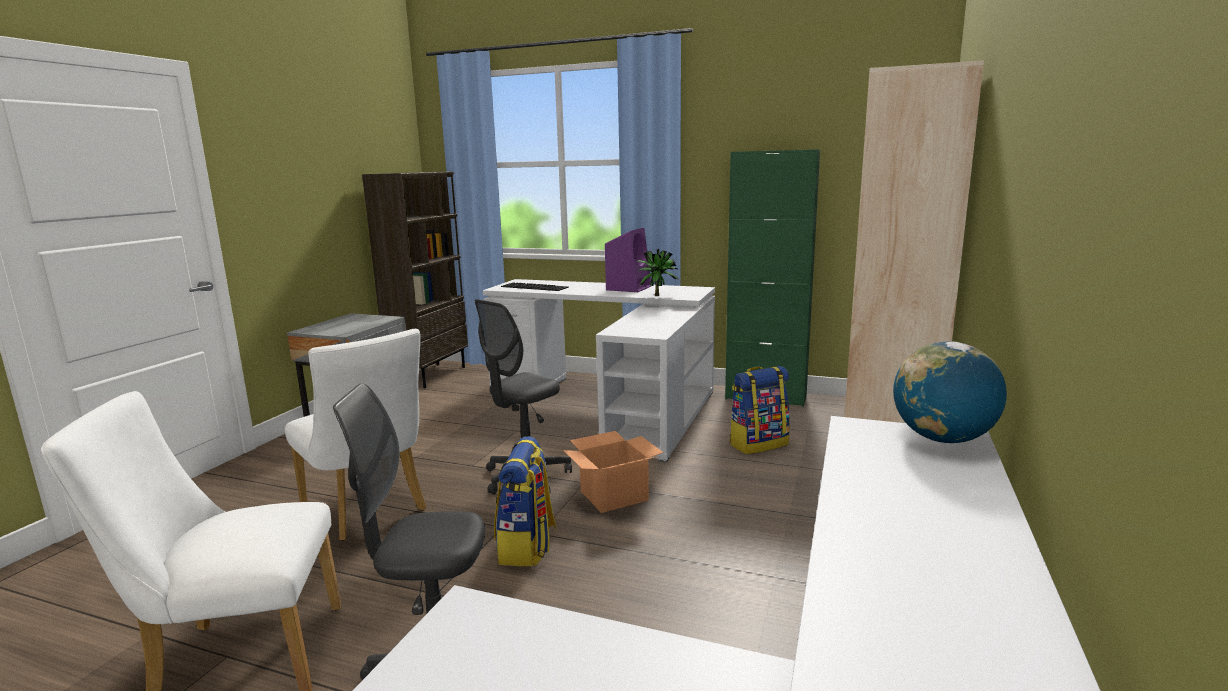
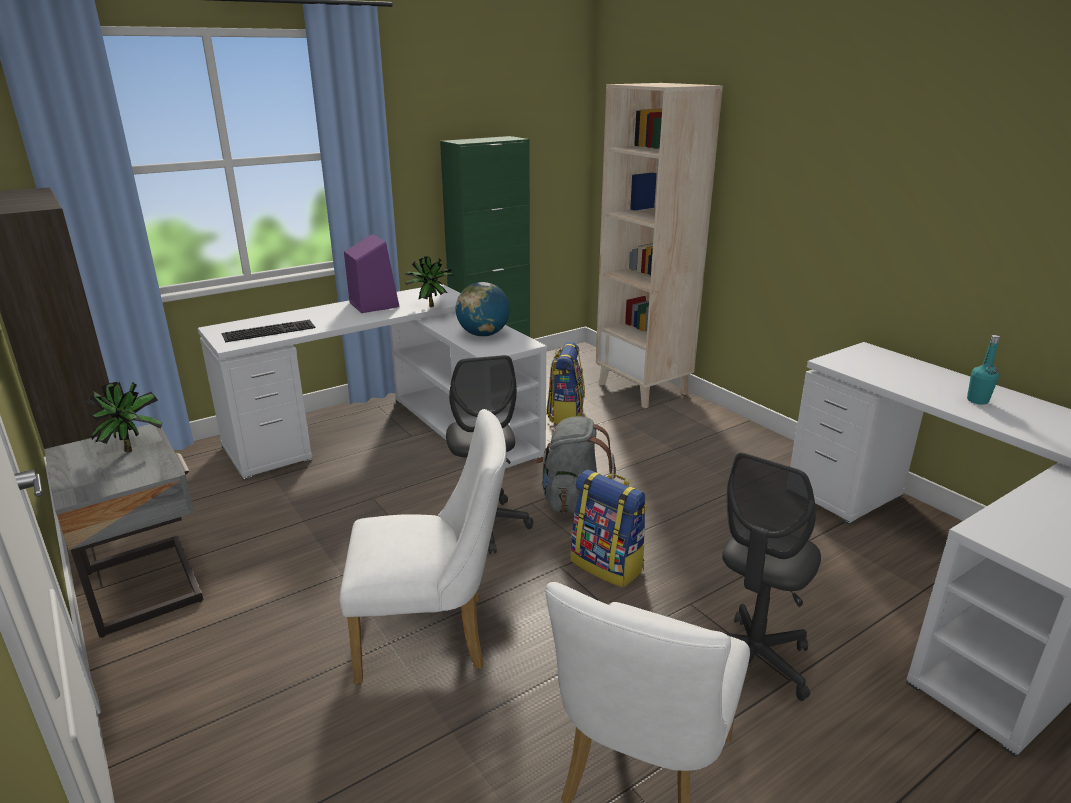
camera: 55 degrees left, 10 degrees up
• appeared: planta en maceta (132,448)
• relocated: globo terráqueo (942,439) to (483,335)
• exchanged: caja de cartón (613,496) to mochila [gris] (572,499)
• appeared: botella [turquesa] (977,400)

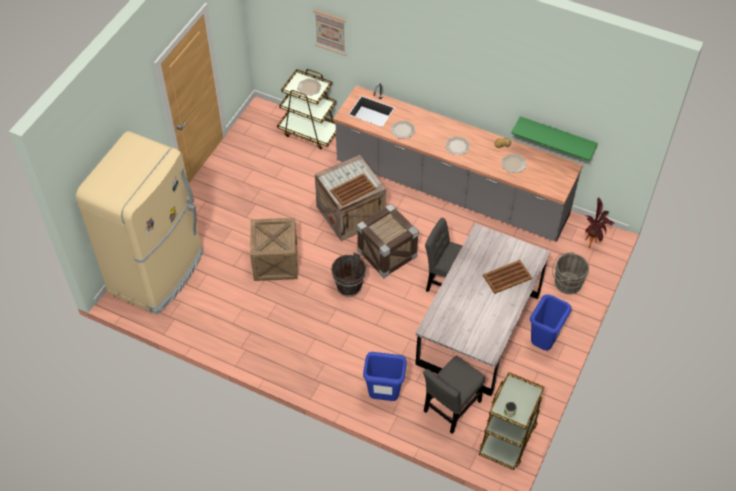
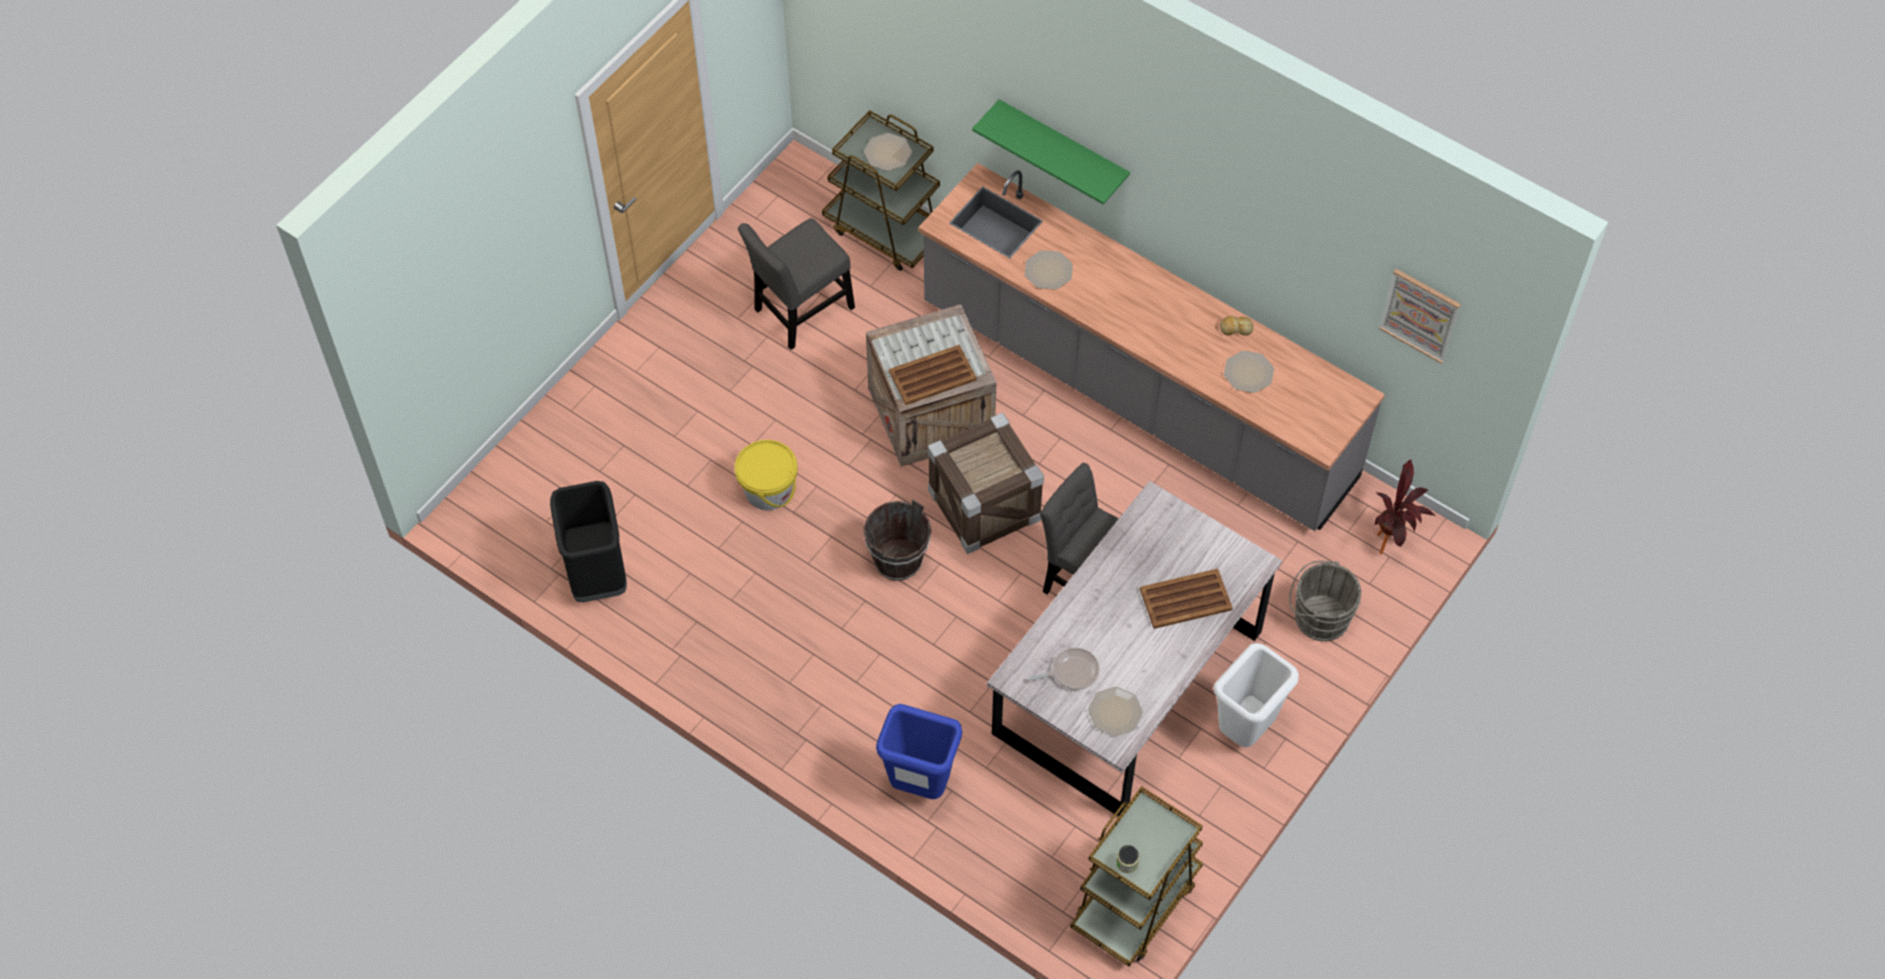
camera: 10 degrees right, 5 degrees up
• appeared: papelera [negro] (596,574)
• exchanged: caja de embalaje (275,262) to cubo [amarillo] (768,490)
• relocated: silla [gris] (450,409) to (800,312)
• relocated: estante [verde] (557,136) to (1063,148)
• appeared: sartén (1072,672)
• relocated: plato (457,146) to (1114,712)
• colour: papelera [azul] (543,343) to papelera [blanco] (1244,731)
• relocated: cuadro (330,32) to (1420,315)
• missing: nevera [beis] (158,272)

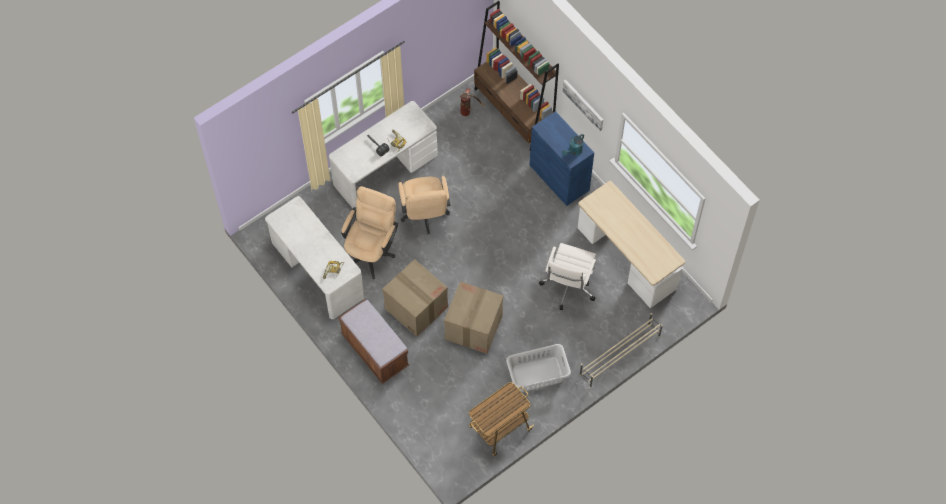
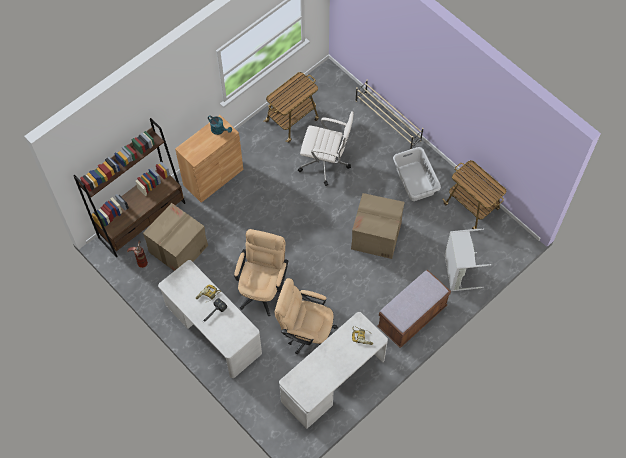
camera: 95 degrees left, 0 degrees up
• relocated: caja de cartón (416,307) to (178,249)
• colour: armario [azul] (559,177) to armario [marrón] (213,177)
• spun: silla de oficina [beis] (424,215) = (263,288) 60 degrees counterclockwise
• exchanged: escritorio (626,258) to carrito (292,120)
• appeared: cesto de la ropa [gris] (458,272)
• missing: cuadro (583,104)

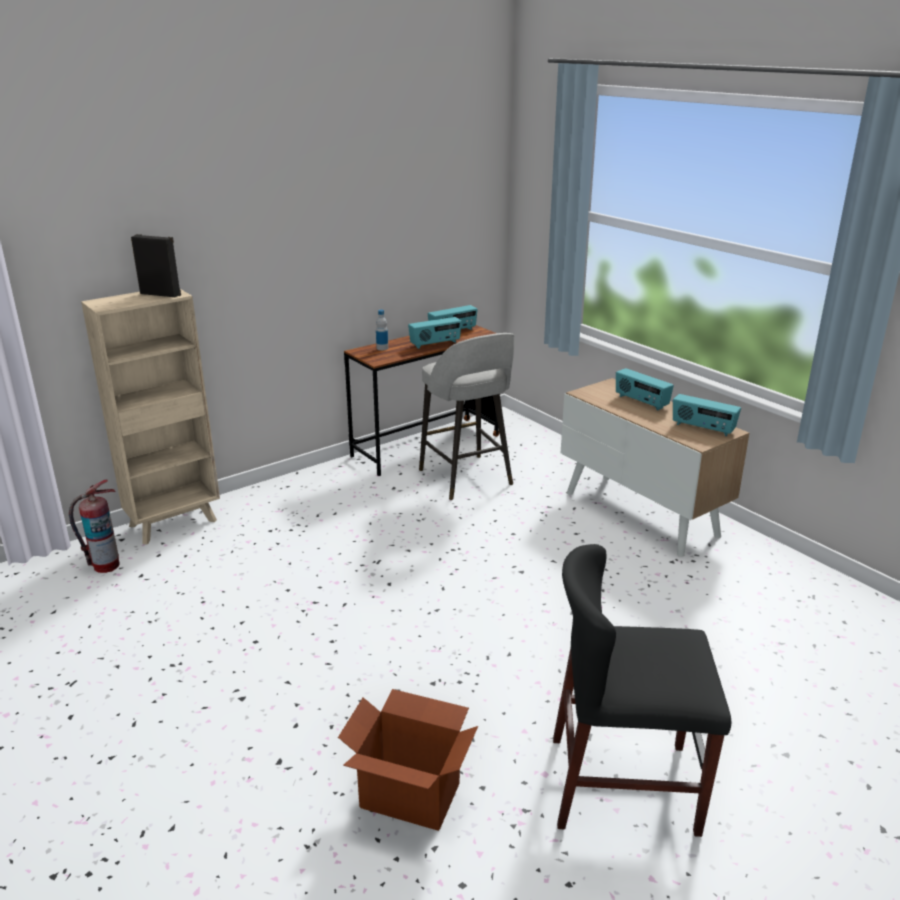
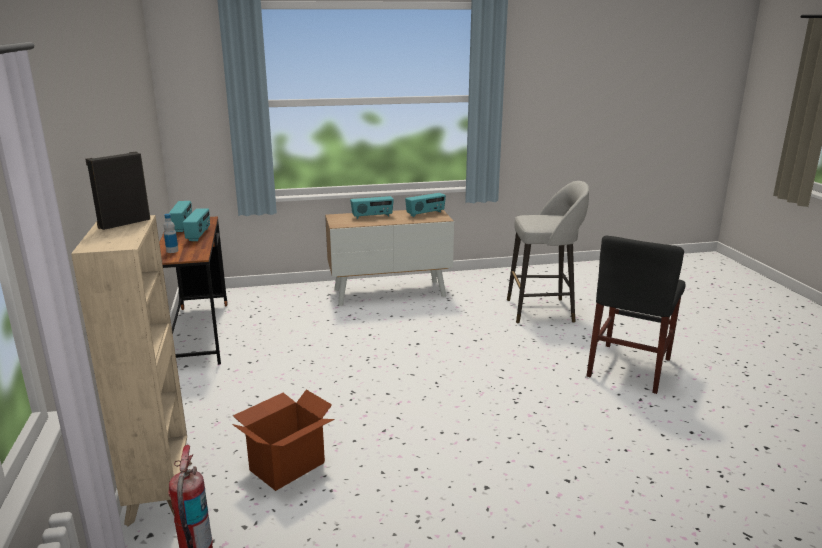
camera: 65 degrees left, 5 degrees down
• relocated: caja de cartón (410,794) to (286,466)
• relocated: taburete [gris] (466,478) to (542,311)

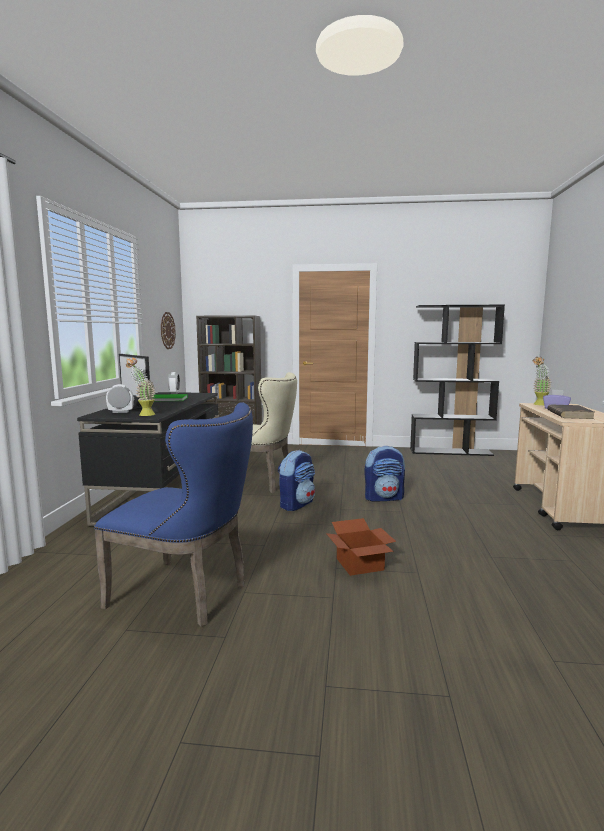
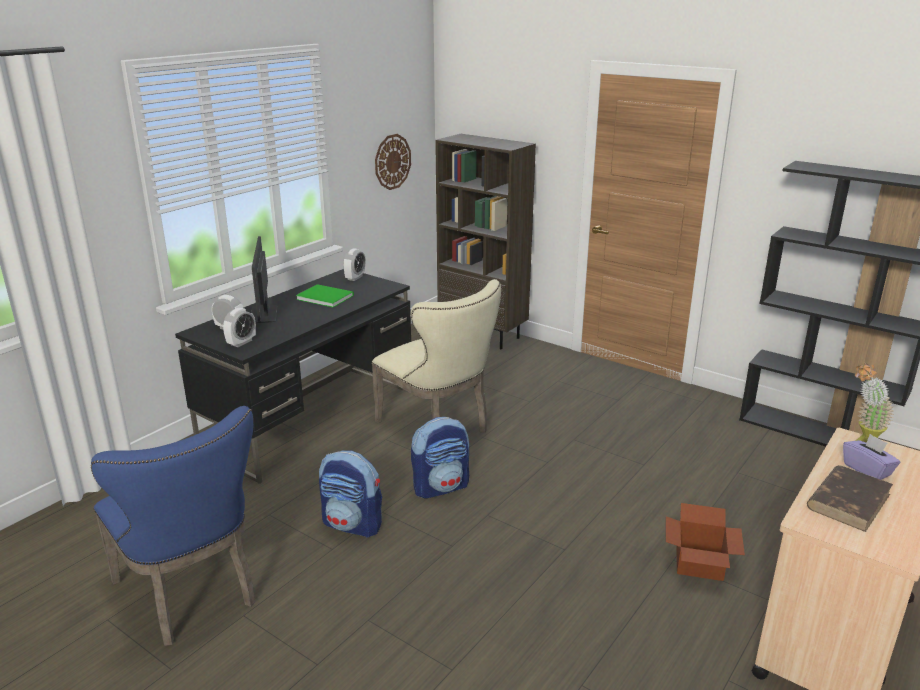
camera: 30 degrees right, 15 degrees up
• exchanged: planta en maceta (143,414) to despertador (241,342)
• relocated: mochila (384,498) to (353,524)
• relocated: caja de cartón (359,565) to (698,564)

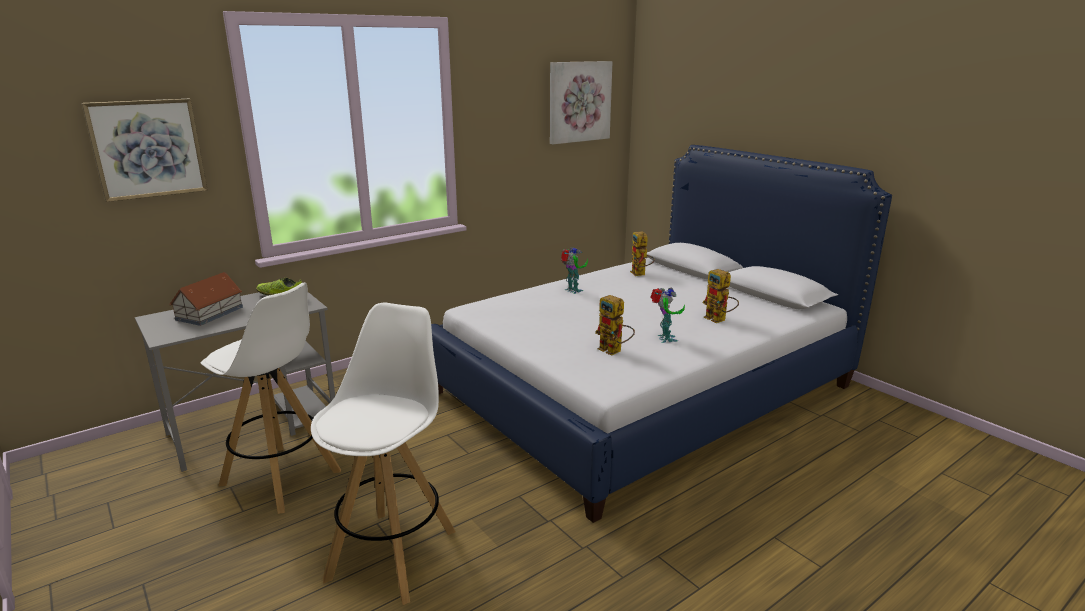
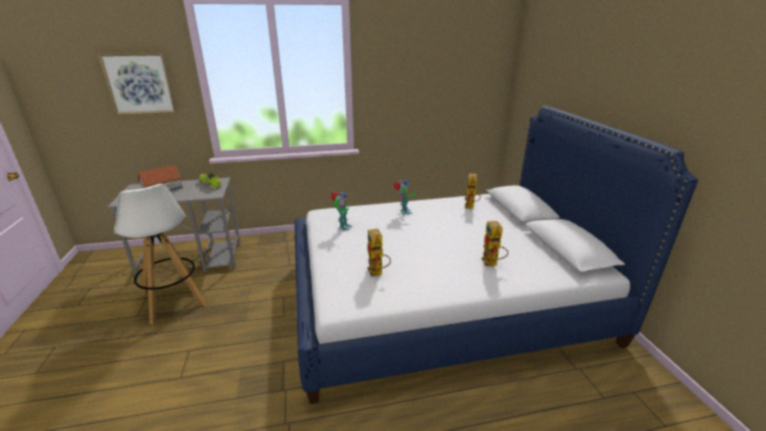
camera: 25 degrees right, 5 degrees up
• relocated: robot de juguete (665,339) to (343,227)
• missing: taburete [blanco] (393,553)
• missing: cuadro (579,102)

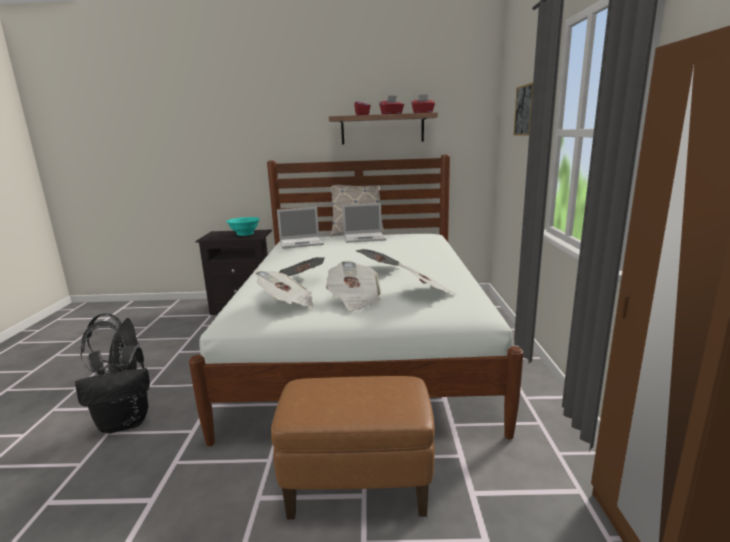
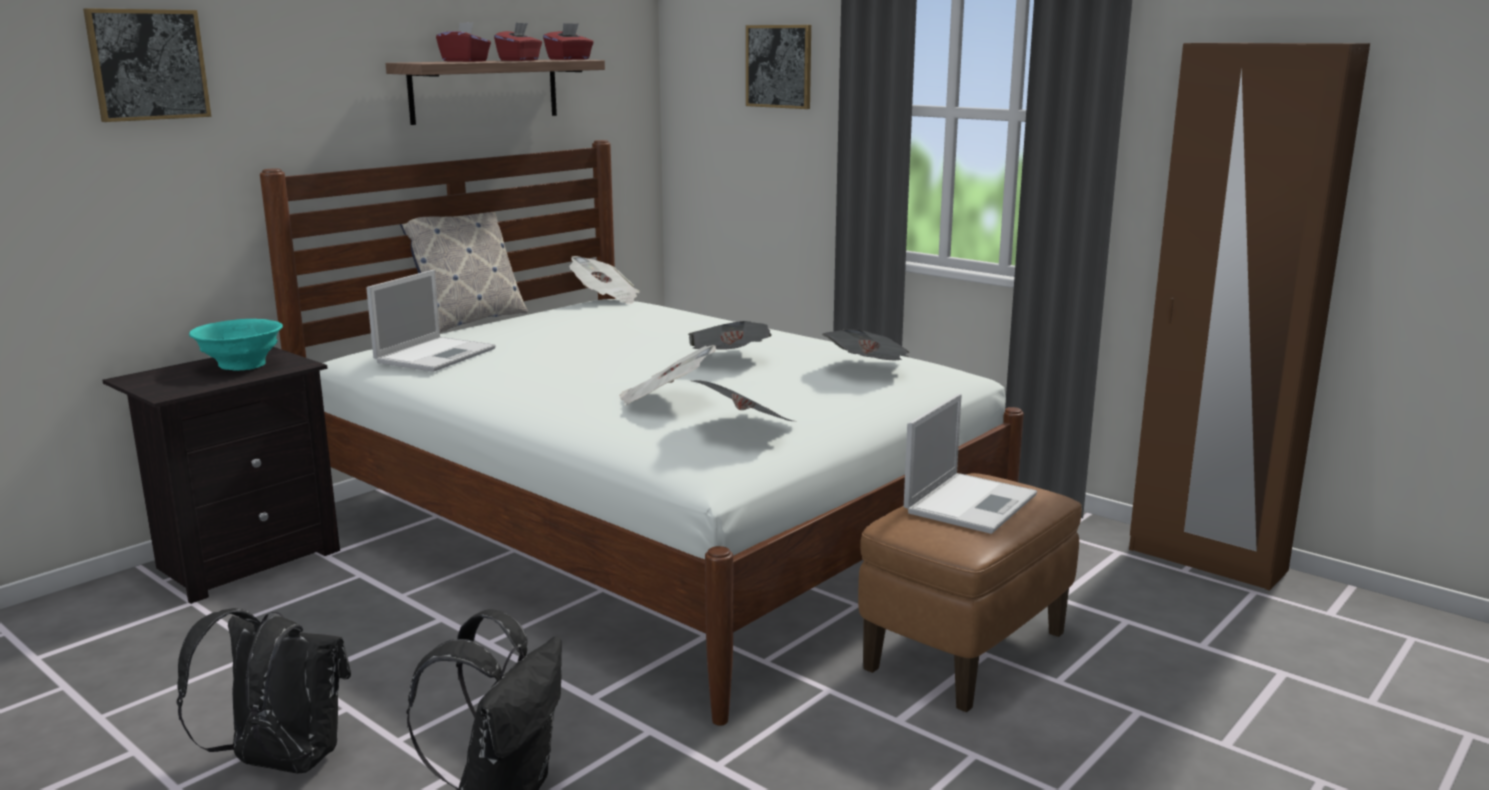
camera: 50 degrees left, 0 degrees up
• appeared: cuadro (148,64)
• relocated: periódico (354,300) to (606,299)
• relocated: portátil (365,237) to (971,502)

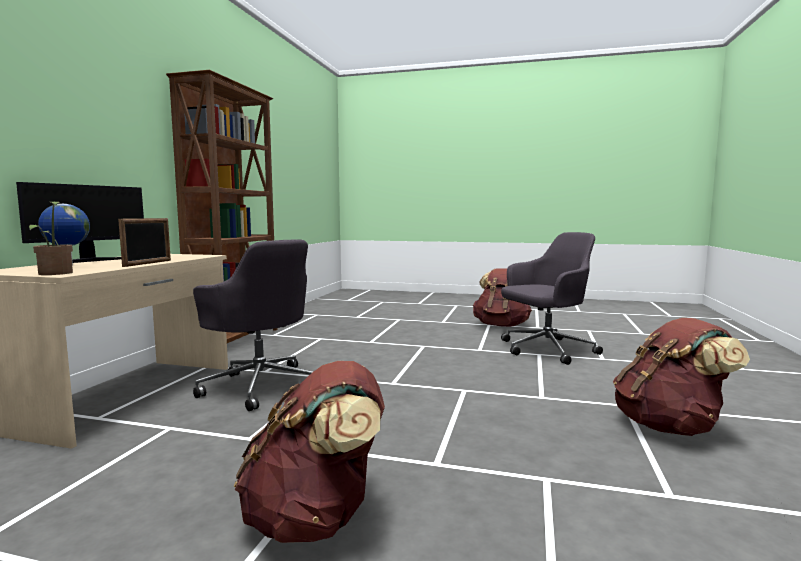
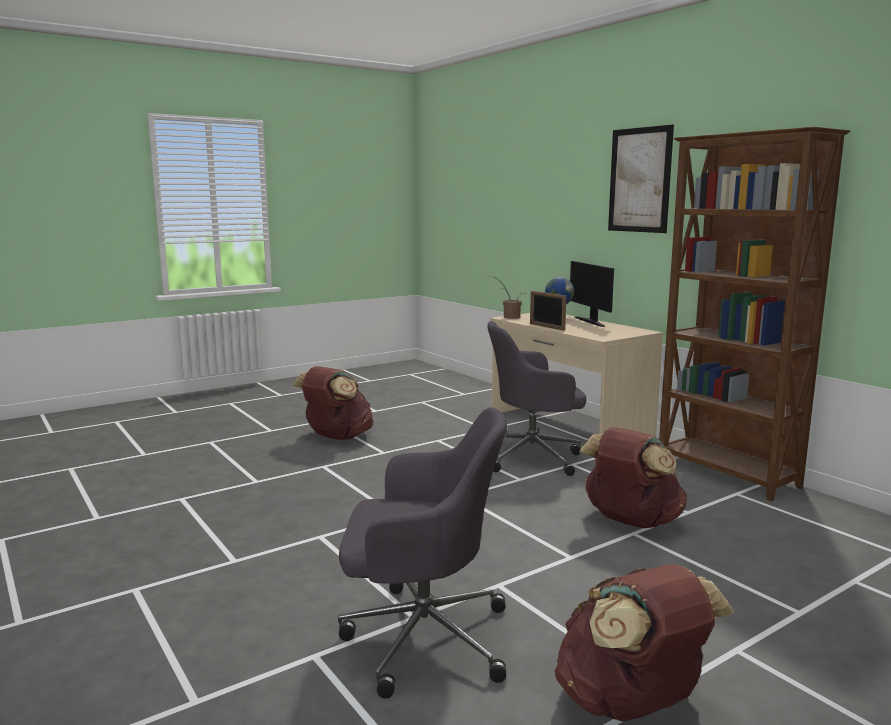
camera: 130 degrees right, 5 degrees up
• spun: silla de oficina [gris] (545,350) = (421,637) 105 degrees counterclockwise
• relocated: mochila [marrón] (669,426) to (630,522)
• appeared: cuadro (639,180)

